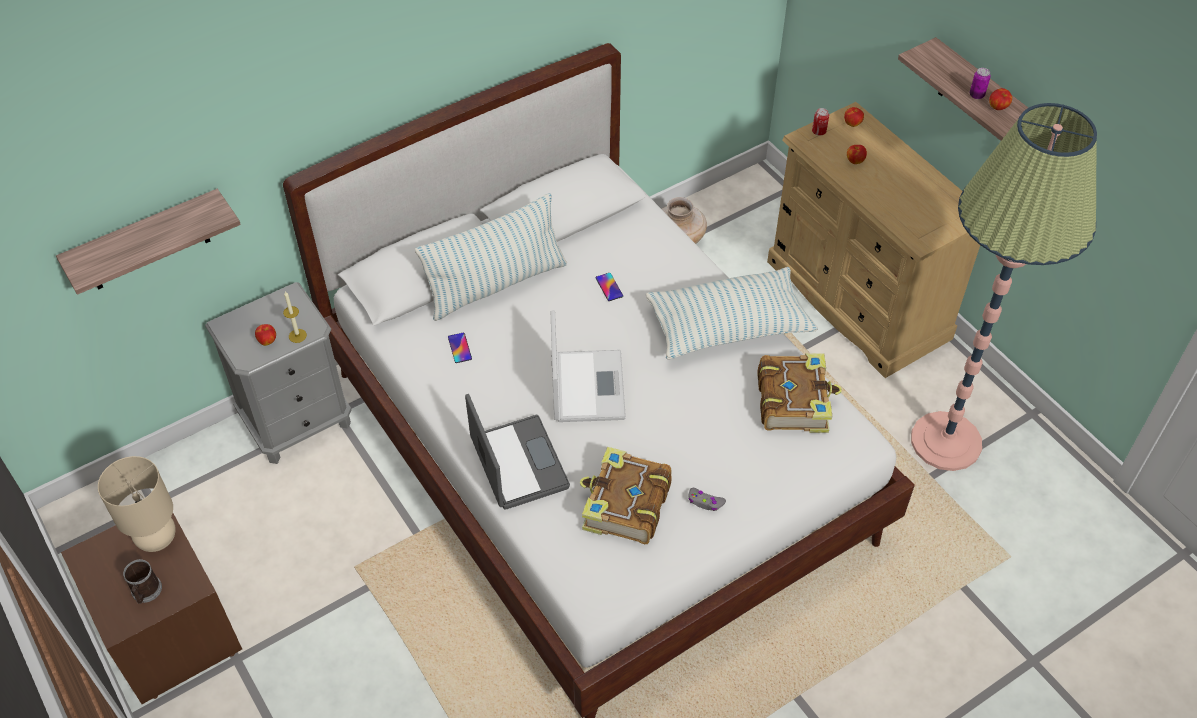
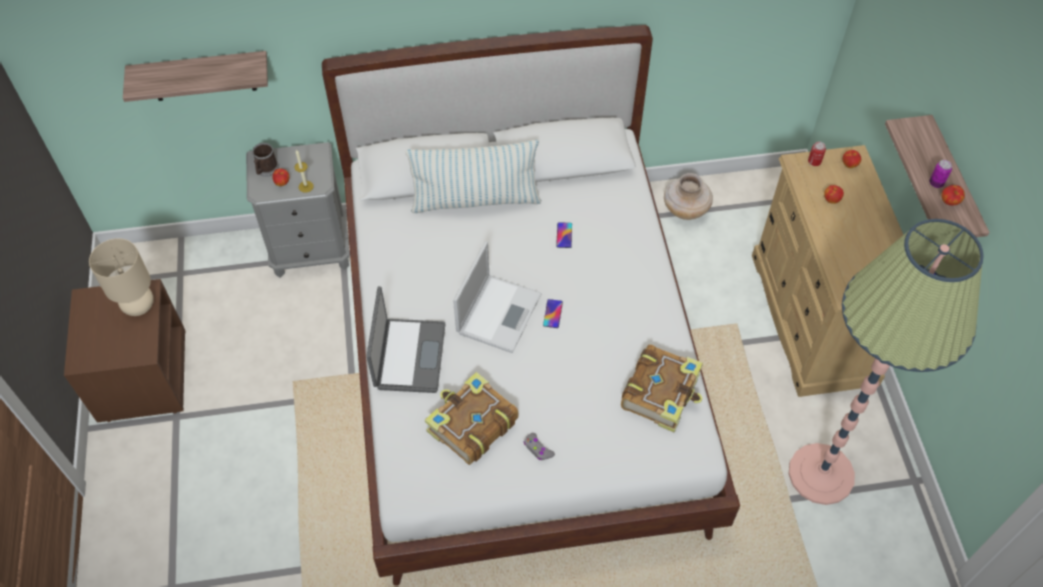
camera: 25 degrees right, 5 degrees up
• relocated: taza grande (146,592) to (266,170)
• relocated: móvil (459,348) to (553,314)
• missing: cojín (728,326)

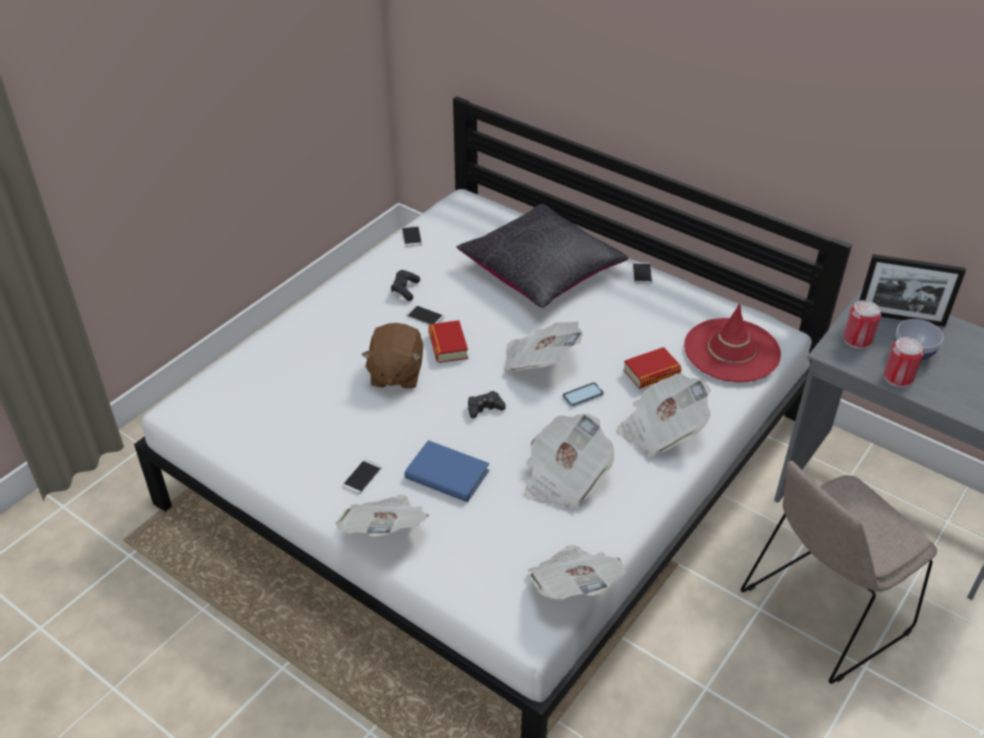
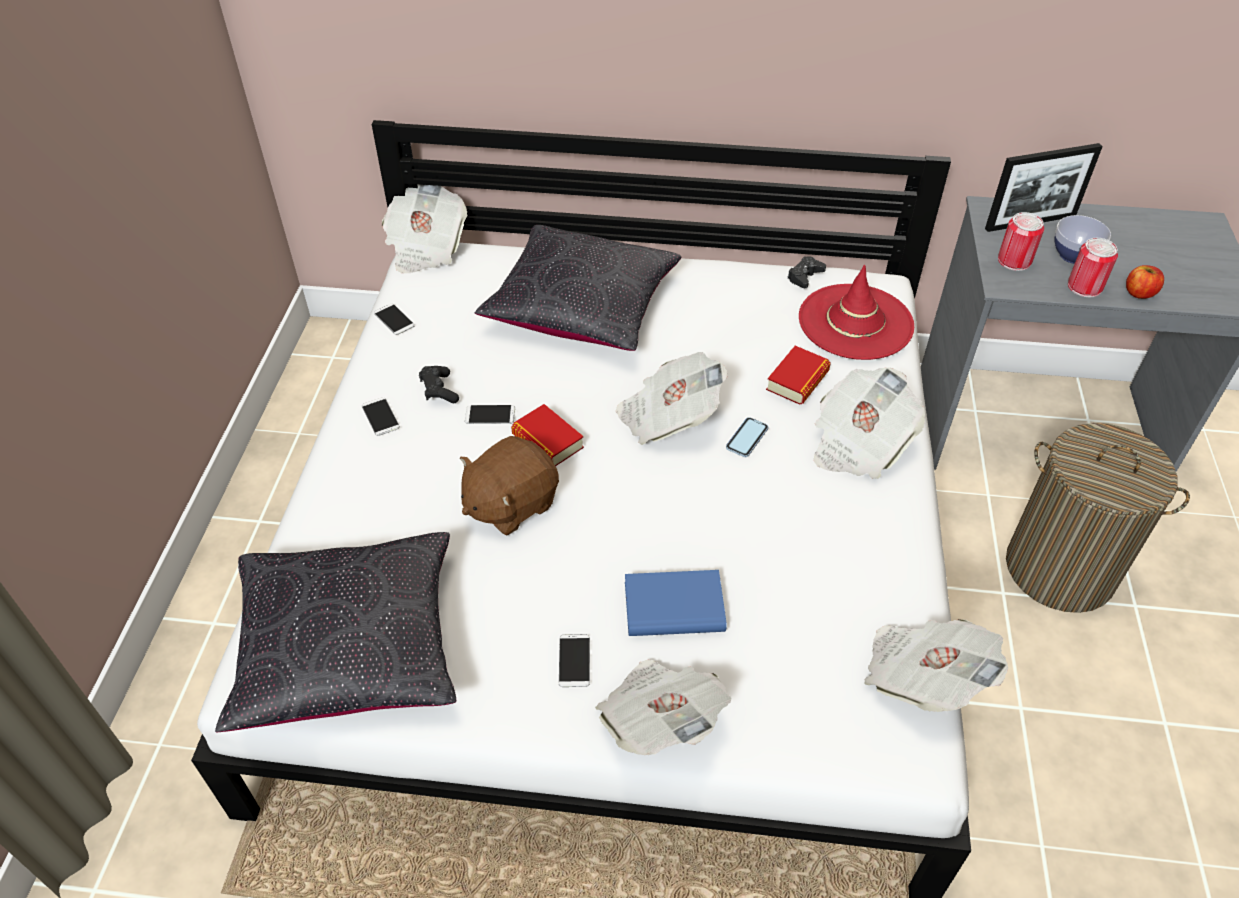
camera: 30 degrees left, 5 degrees up
• appeared: cojín [negro] (348,646)
• relocated: móvil (642,273) to (380,417)
• relocated: periódico (564,478) to (425,247)
• spun: peluche [marrón] (395,373) = (510,504) 75 degrees clockwise
• relocated: mando de consola [negro] (484,408) to (805,276)
• exchanged: silla [beis] (821,614) to cesto de la ropa (1059,569)
• appeared: manzana (1139,293)

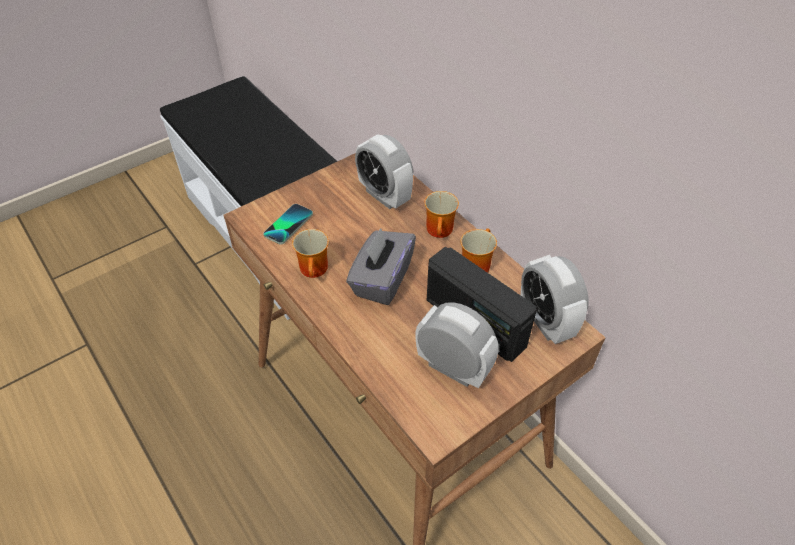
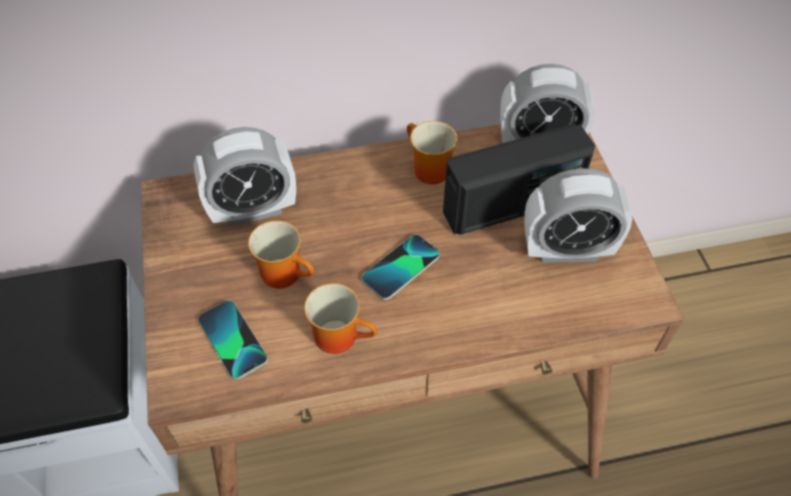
camera: 65 degrees left, 5 degrees up
• relocated: taza grande (441,231) to (286,272)
• exchanged: caja de pañuelos [gris] (381,280) to móvil (401,268)
• spun: despertador (453,368) = (566,250) 150 degrees counterclockwise

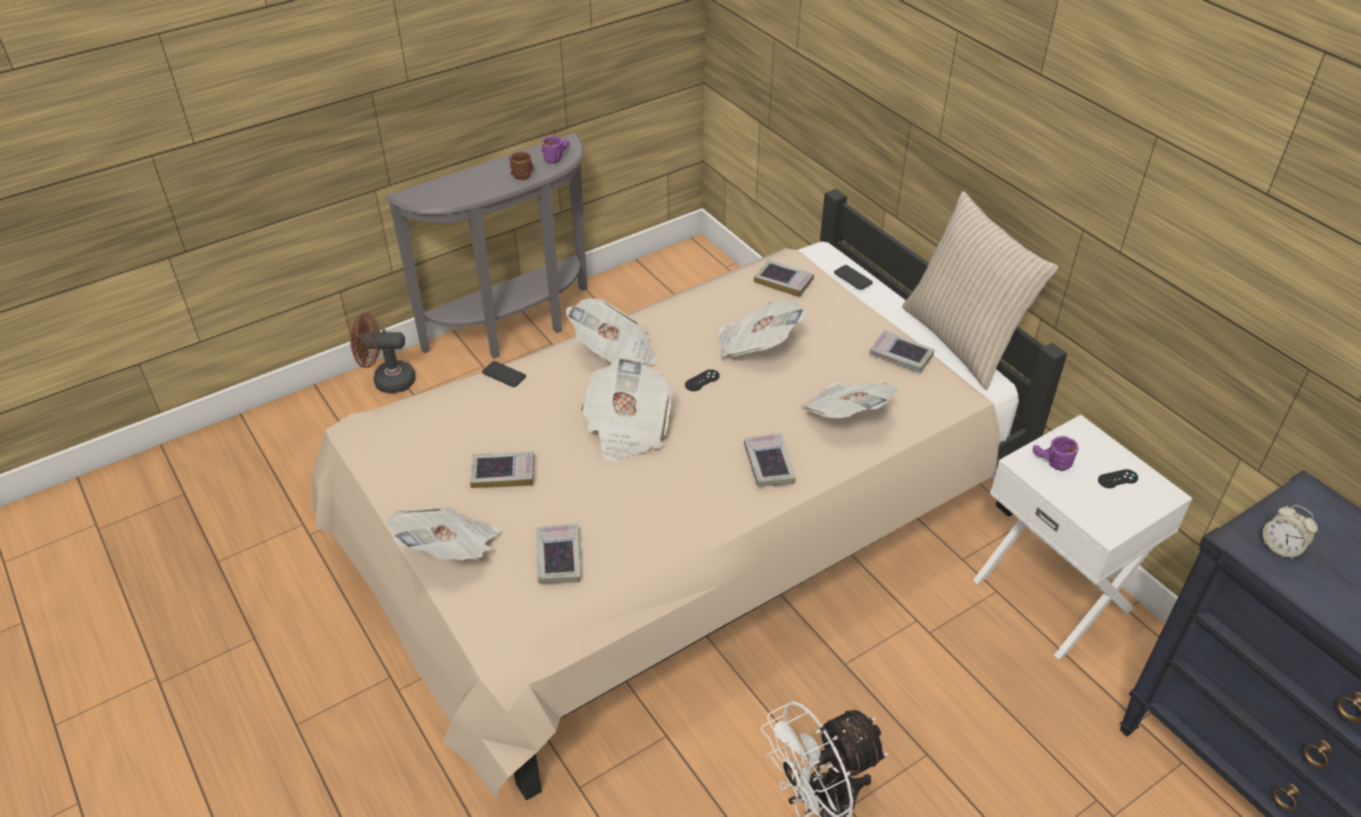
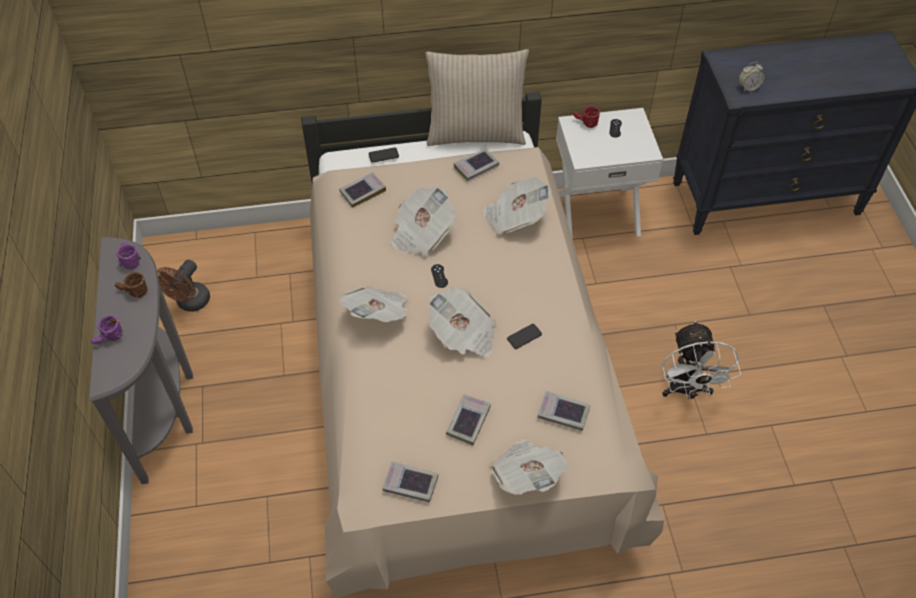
camera: 65 degrees left, 10 degrees up
• relocated: taza grande [morado] (1051,463) to (109,339)
• relocated: ventilador [marrón] (387,380) to (190,303)
• relocated: libro (768,464) to (410,484)
• relocated: móvil (504,374) to (524,336)
• appeared: taza grande [rojo] (585,123)

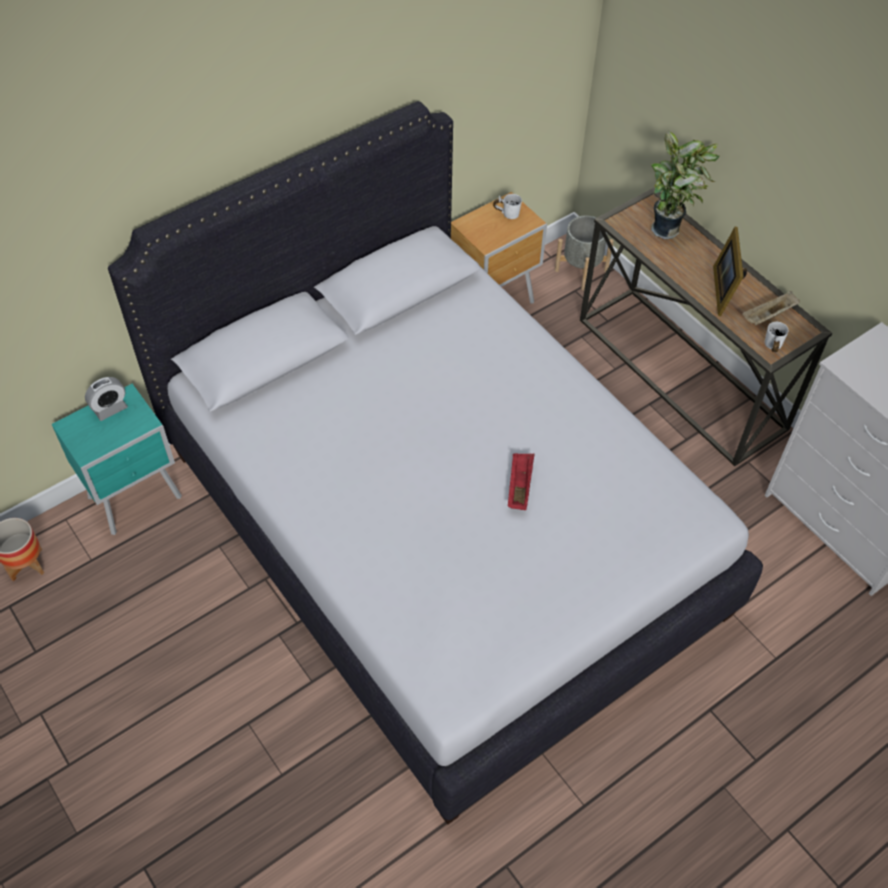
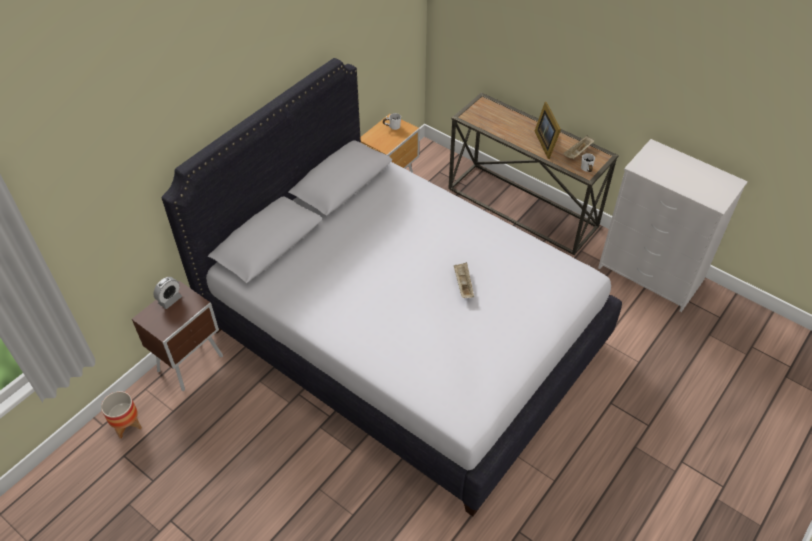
camera: 15 degrees left, 5 degrees down
• colour: mesita de noche [turquesa] (137,498) to mesita de noche [marrón] (192,363)
• colour: bandeja [rojo] (519,486) to bandeja [beis] (463,285)
• missing: maceta [gris] (581,270)
• missing: planta en maceta (668,229)

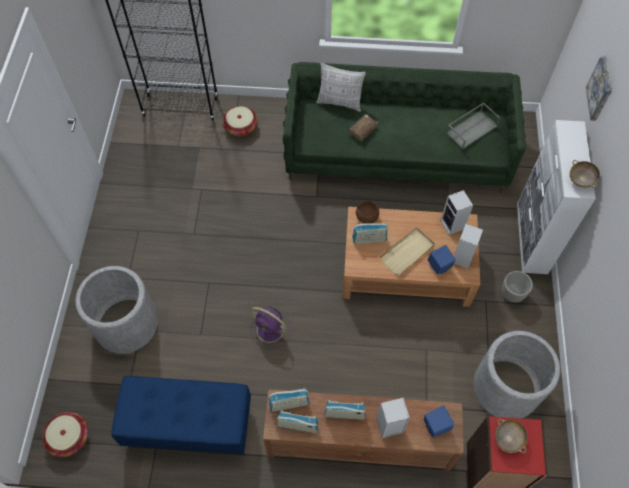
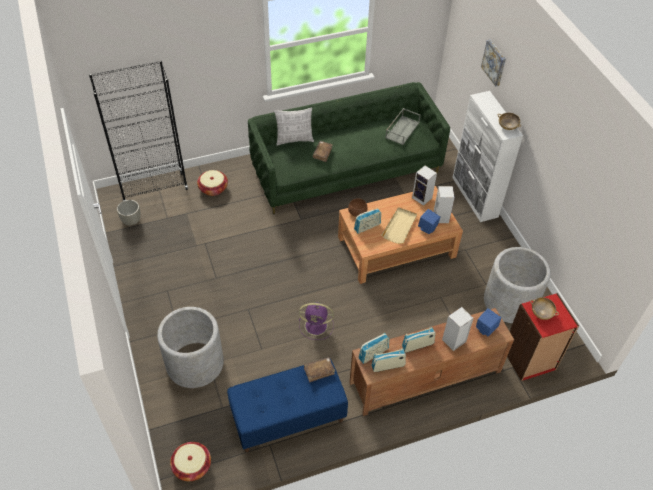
camera: 25 degrees left, 10 degrees down
• relocated: maceta [gris] (512,294) to (131,221)
• appeared: libro [marrón] (319,371)

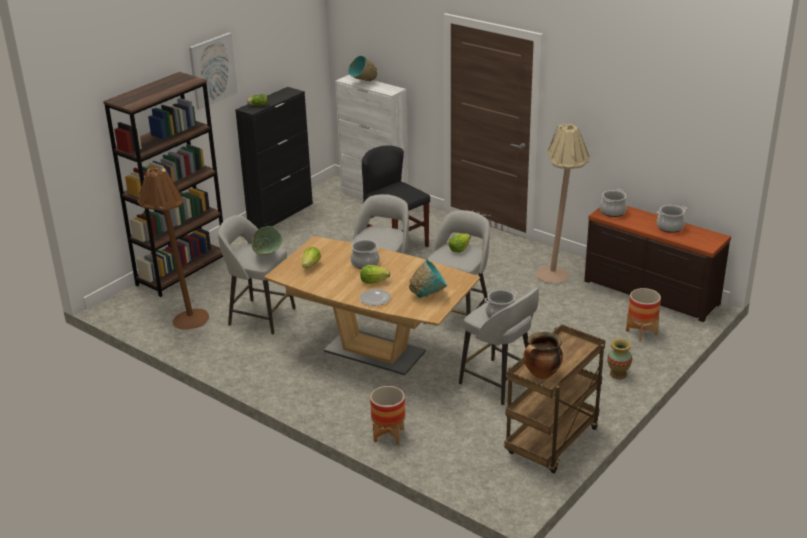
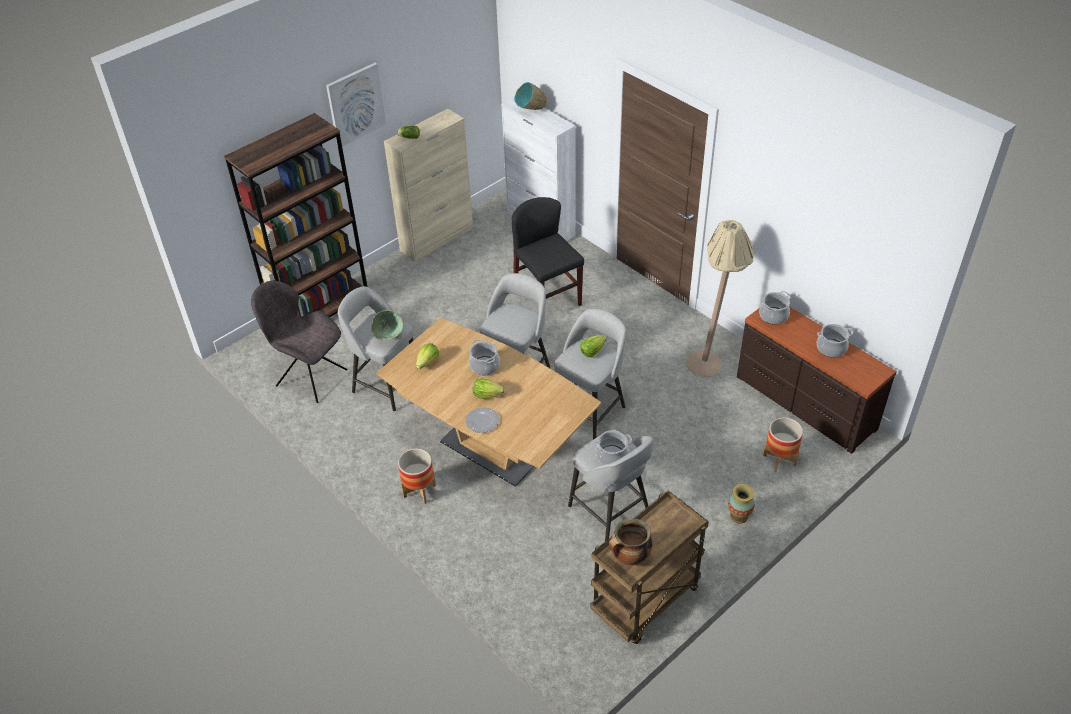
camera: 10 degrees right, 15 degrees up
• exchanged: lámpara de pie [marrón] (183,318) to silla [gris] (309,377)
• colour: armario [negro] (281,213) to armario [beis] (437,239)
• relocated: maceta (388,435) to (419,491)
• missing: cuenco [turquesa] (428,294)

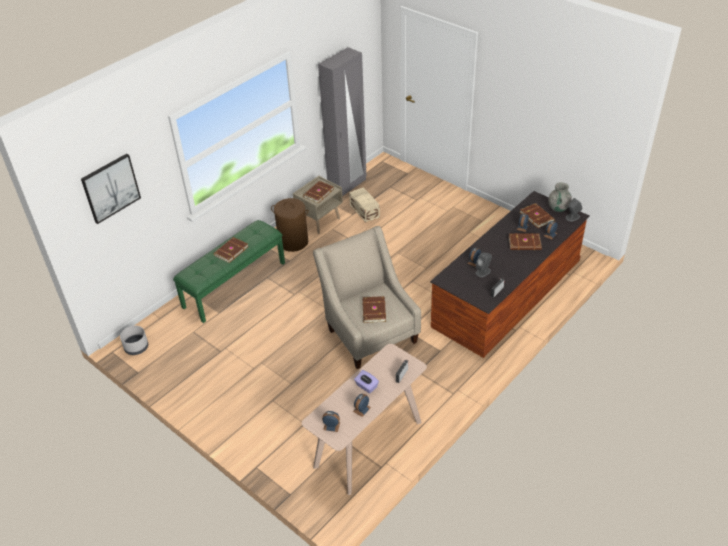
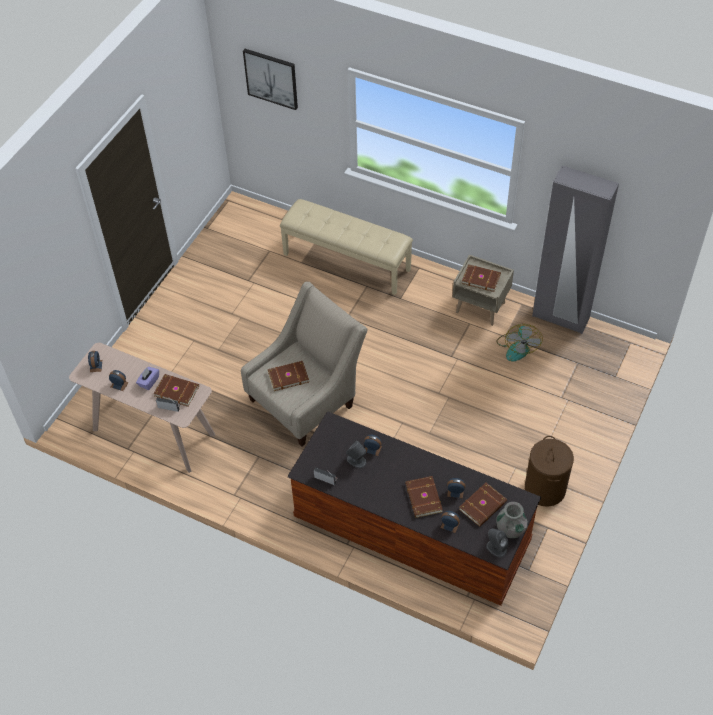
camera: 75 degrees right, 10 degrees up
• relocated: libro [marrón] (230,251) to (176,390)
• colour: banco [verde] (234,284) to banco [beis] (347,261)
• exchanged: caja de almacenaje [beis] (364,210) to ventilador (517,347)
• relocated: cesto de la ropa [marrón] (293,242) to (545,489)
• missing: maceta [gris] (136,347)

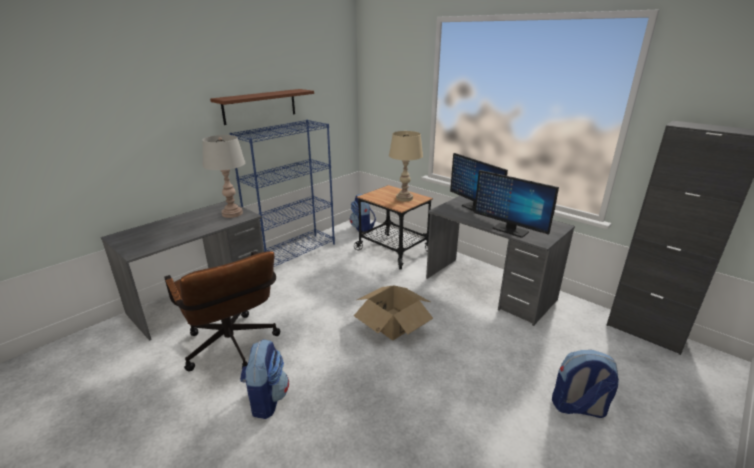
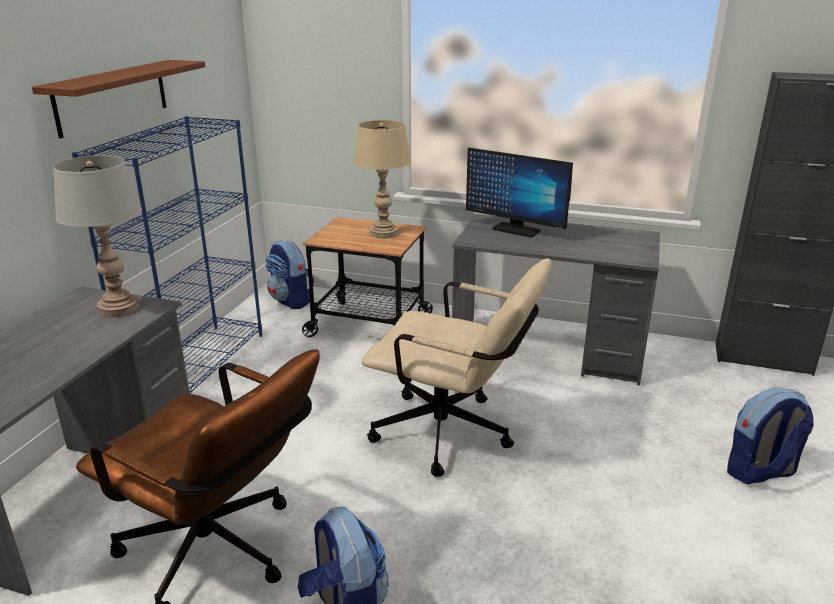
camera: 25 degrees left, 0 degrees up
• exchanged: caja de cartón (392,323) to silla de oficina [beis] (454,435)
• missing: monitor (510,230)

